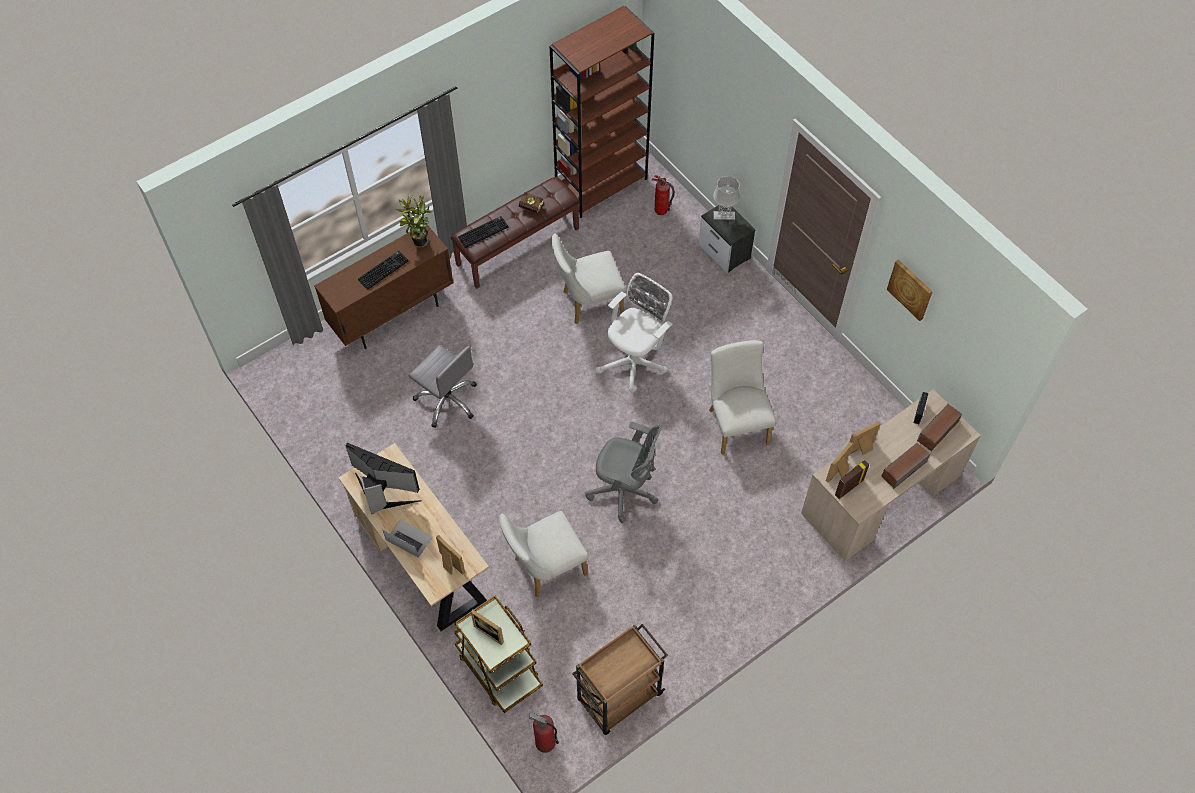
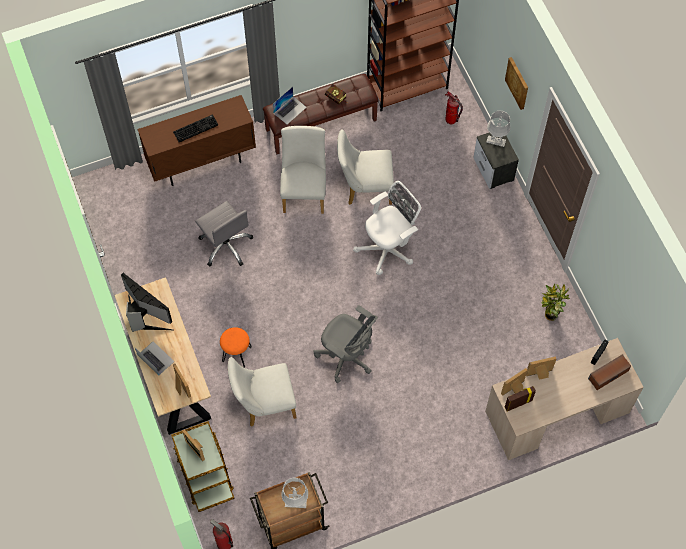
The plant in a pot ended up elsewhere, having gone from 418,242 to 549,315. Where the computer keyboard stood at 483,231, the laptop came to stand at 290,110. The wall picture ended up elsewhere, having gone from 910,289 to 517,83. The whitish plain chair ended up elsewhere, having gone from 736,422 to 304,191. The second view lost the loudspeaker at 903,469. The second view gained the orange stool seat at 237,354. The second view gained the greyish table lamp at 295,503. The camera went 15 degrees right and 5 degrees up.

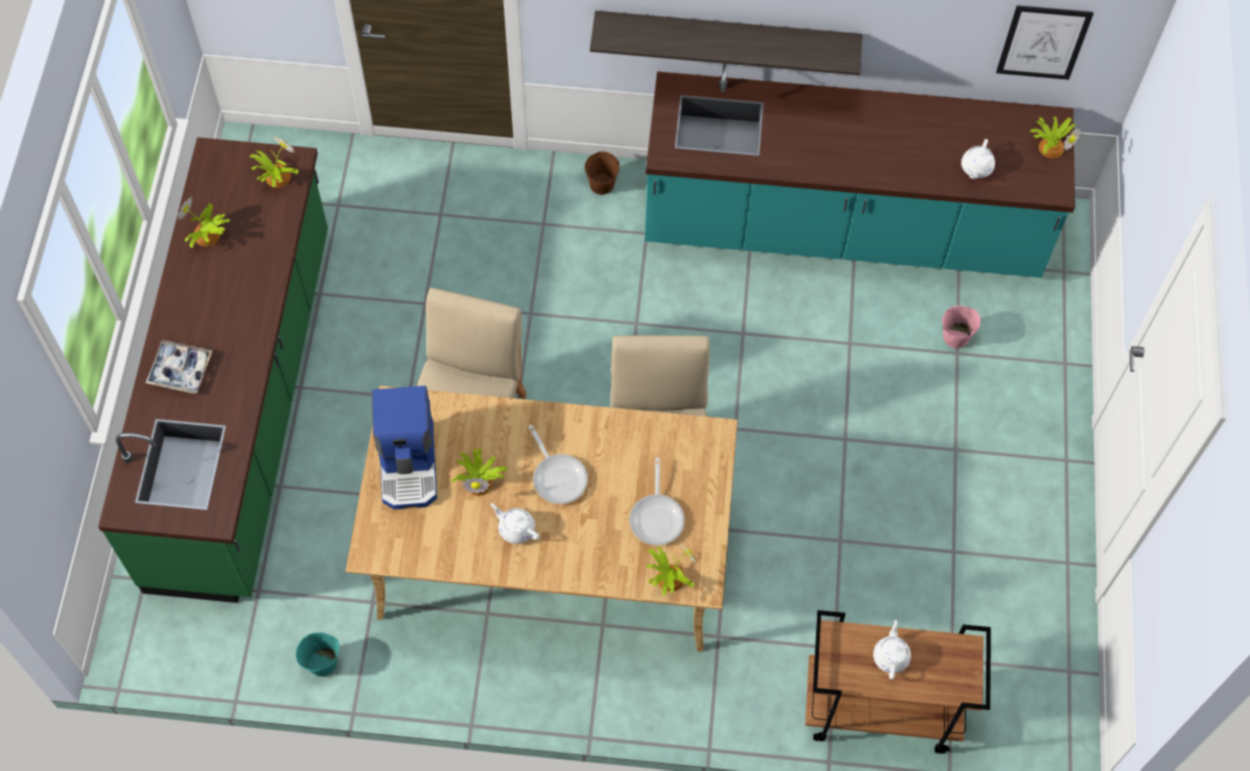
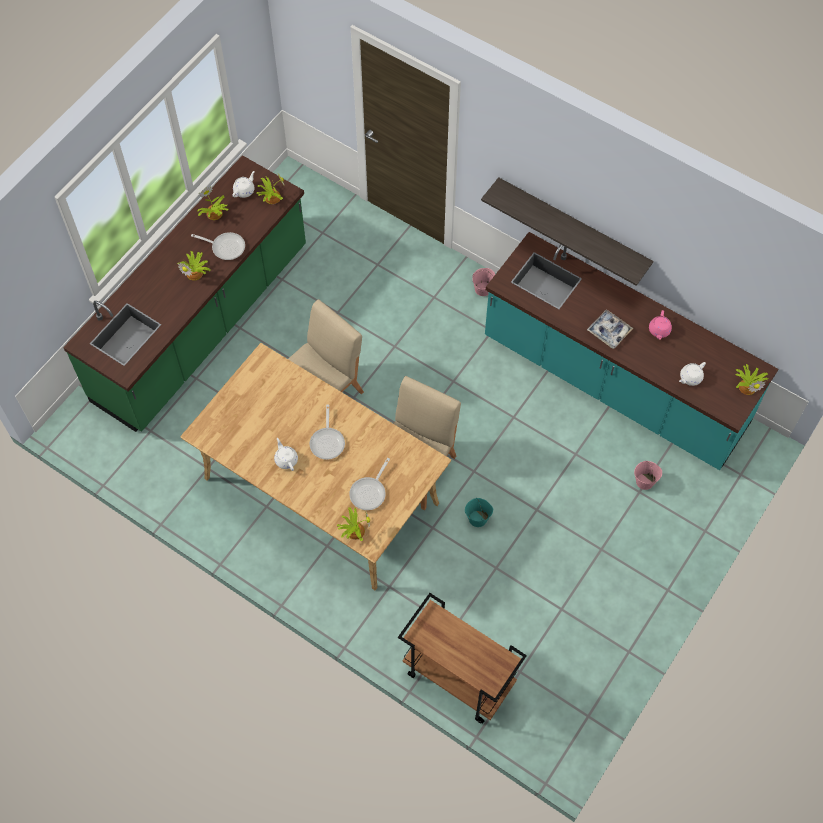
The second view lost the wall picture at 1043,42. What was the brown water bucket at 602,184 turned into the pinkish water bucket at 483,289. The carrying tray ended up elsewhere, having gone from 180,370 to 609,331. The second view lost the coffee brewer at 409,464. The plant in a pot ended up elsewhere, having gone from 479,481 to 195,272. The whitish teapot ended up elsewhere, having gone from 891,656 to 244,190. The turquoise-coloured water bucket ended up elsewhere, having gone from 322,662 to 478,518. The second view gained the skillet at 225,247. The second view gained the pinkish teapot at 659,330. The camera went 30 degrees right and 0 degrees up.

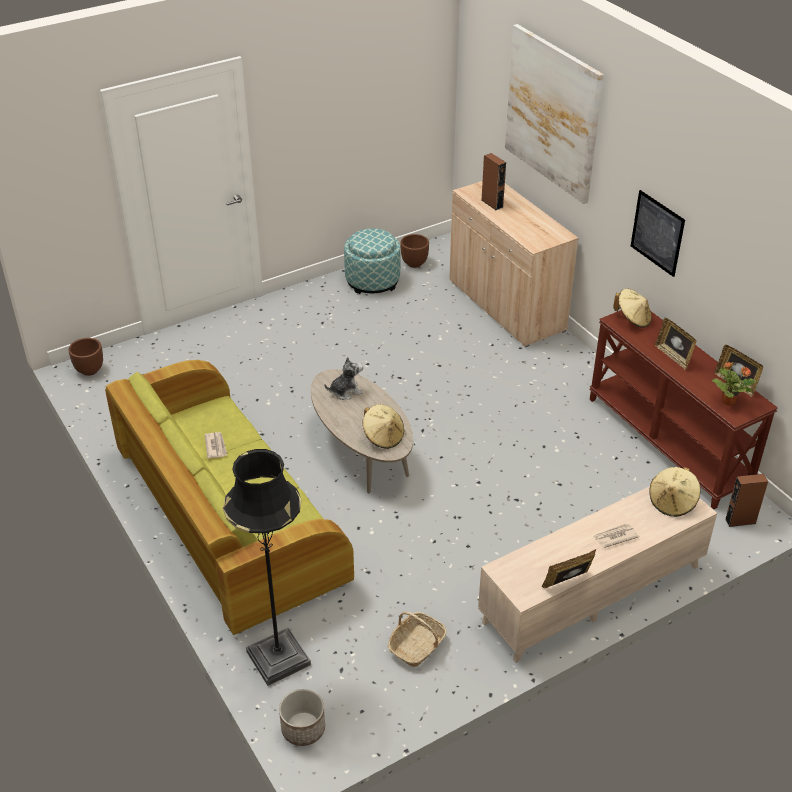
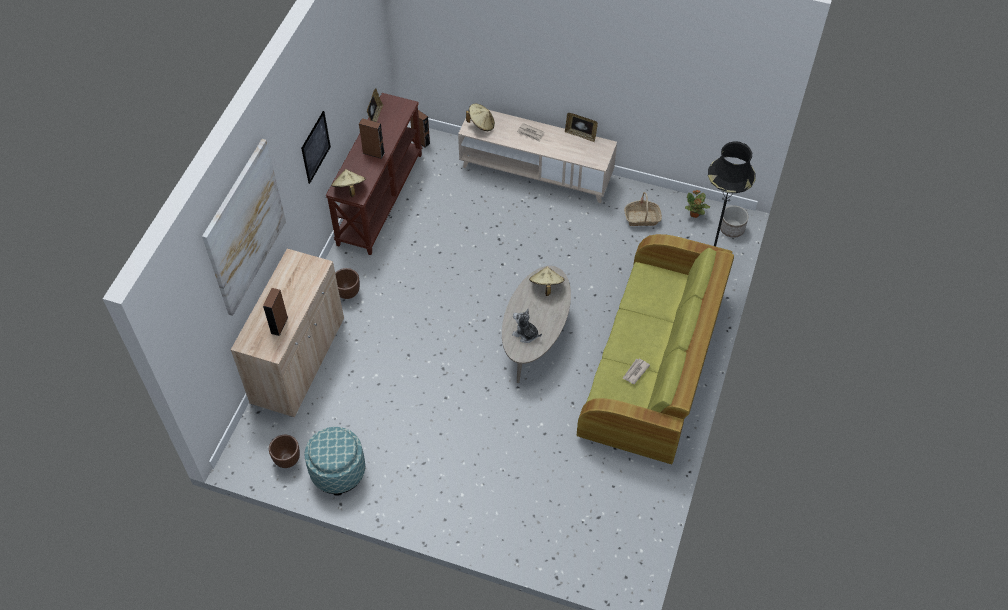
Where the standing frame stood at 673,356, the brown loudspeaker came to stand at 373,153. The brown planter ended up elsewhere, having gone from 89,370 to 348,293. The plant in a pot ended up elsewhere, having gone from 728,401 to 694,214. The camera went 130 degrees left and 15 degrees up.

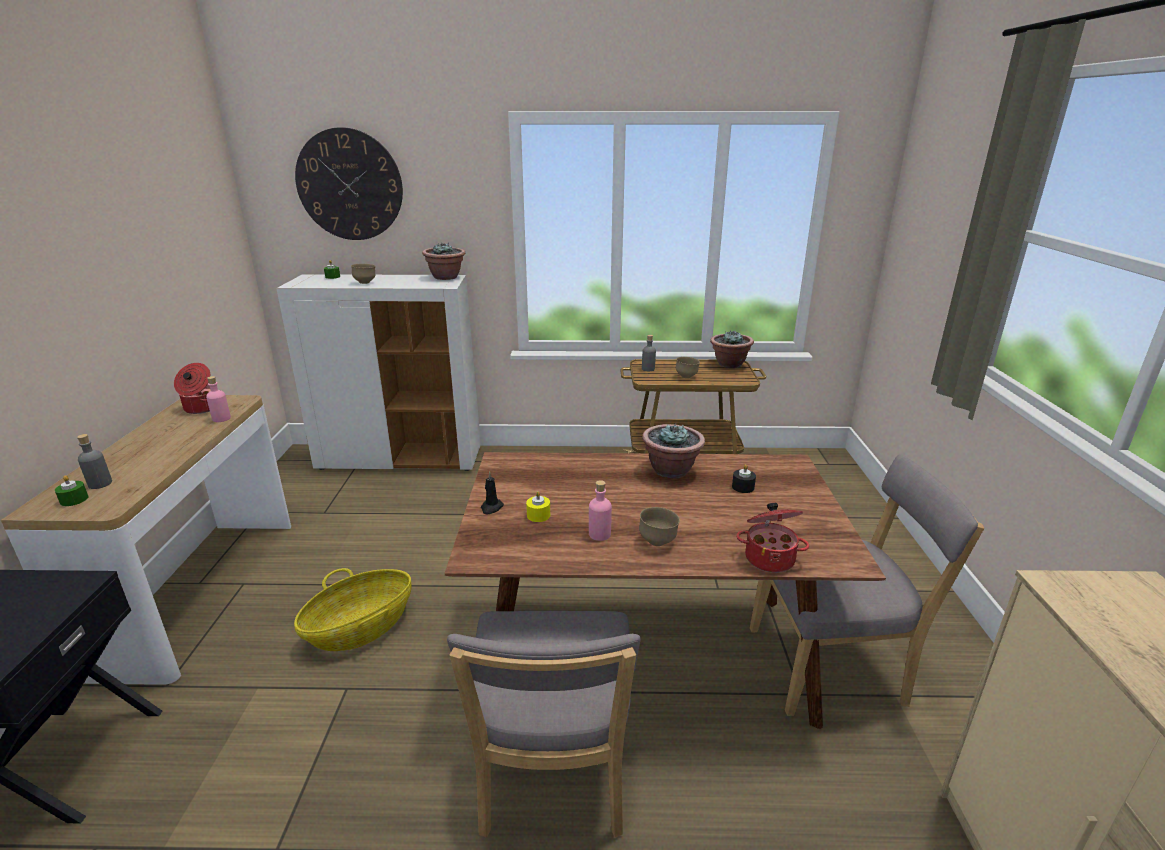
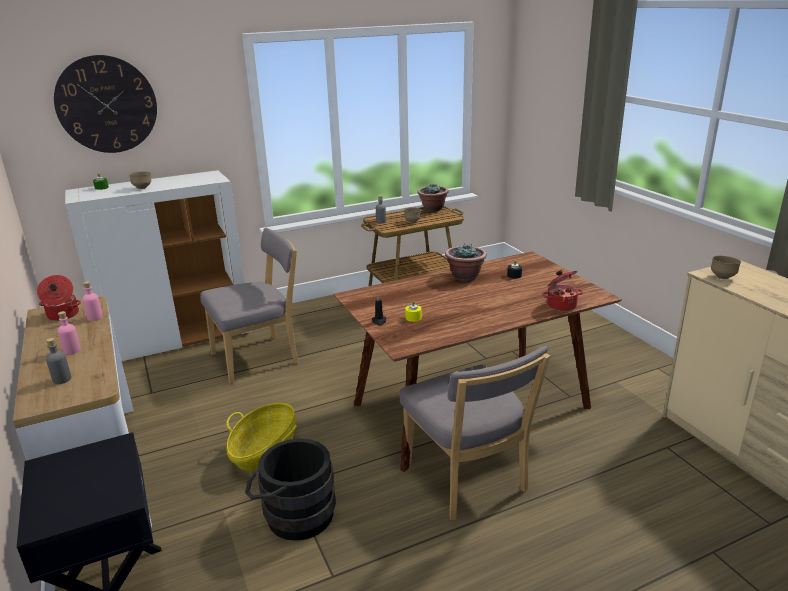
The second view lost the plant in a pot at 446,277. The greyish plain chair ended up elsewhere, having gone from 832,666 to 259,358. The second view lost the greenish wax candle at 74,500. The pinkish bottle ended up elsewhere, having gone from 599,534 to 72,350. The brown serving bowl ended up elsewhere, having gone from 658,542 to 722,277. The second view gained the black water bucket at 293,514. The camera went 25 degrees left and 0 degrees up.

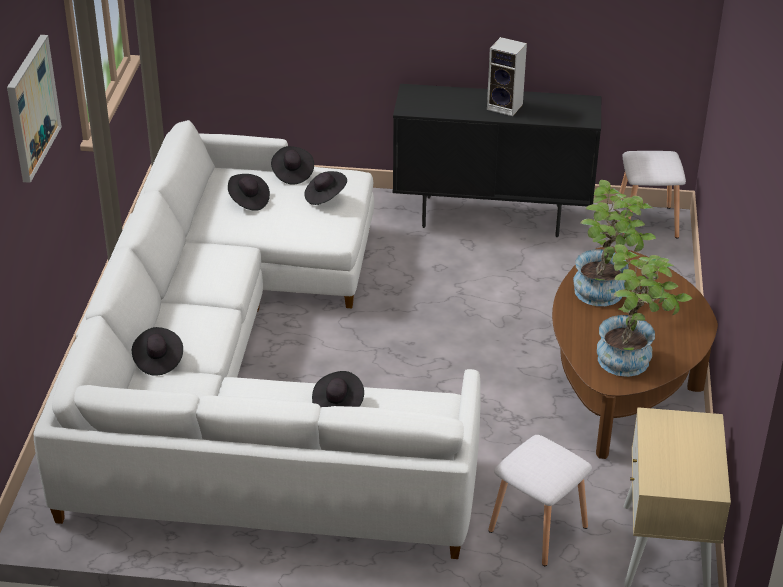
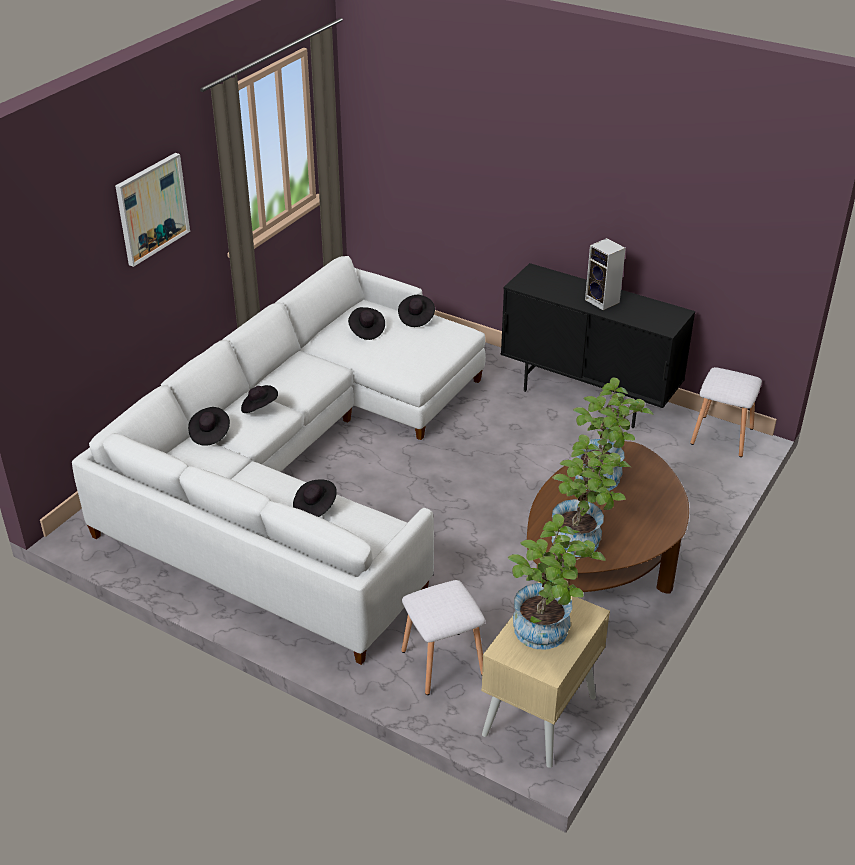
The black hat ended up elsewhere, having gone from 325,197 to 259,407. The second view gained the plant in a pot at 547,634. The camera went 25 degrees right and 0 degrees up.

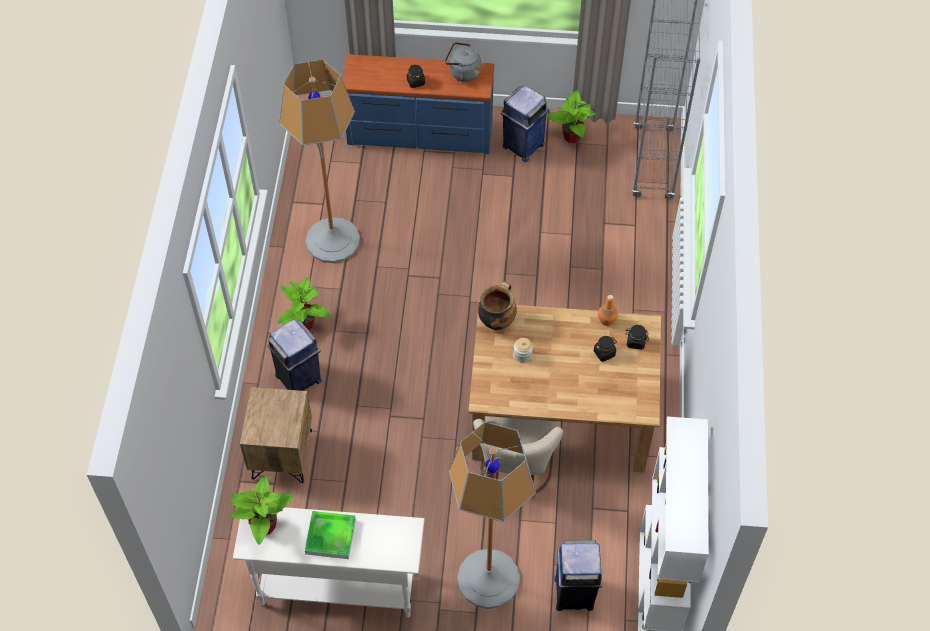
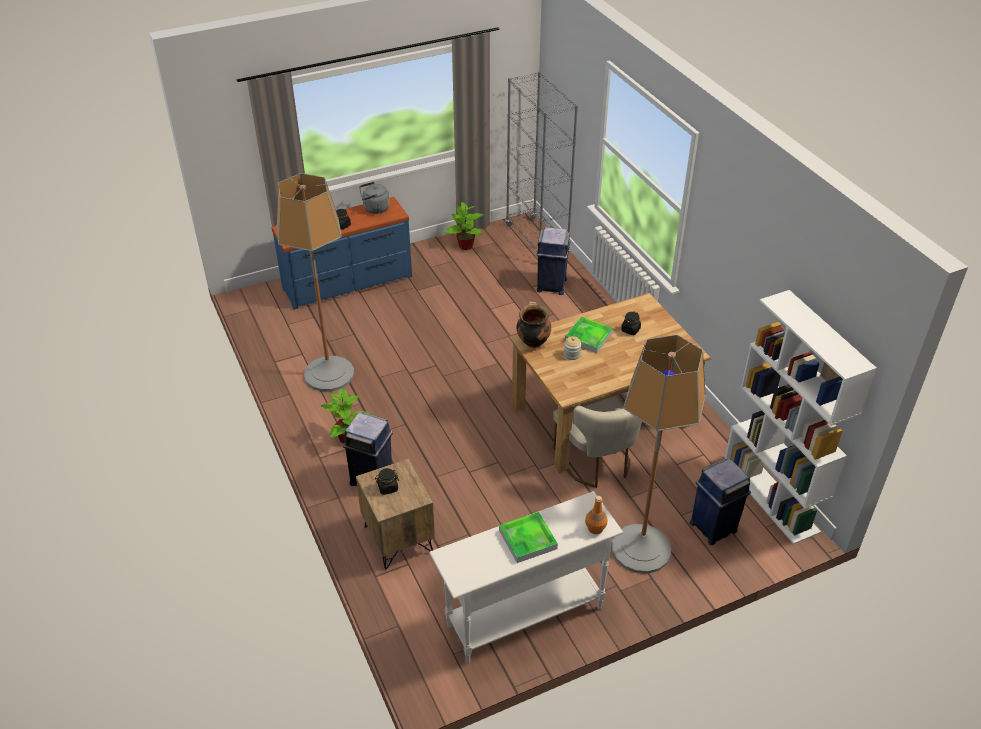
The blue waste bin ended up elsewhere, having gone from 522,146 to 551,286. The orange bottle ended up elsewhere, having gone from 607,320 to 595,528. The black storage jar ended up elsewhere, having gone from 635,342 to 387,488. The second view lost the plant in a pot at 264,526. The second view gained the carrying tray at 588,337. The camera went 30 degrees left and 15 degrees down.

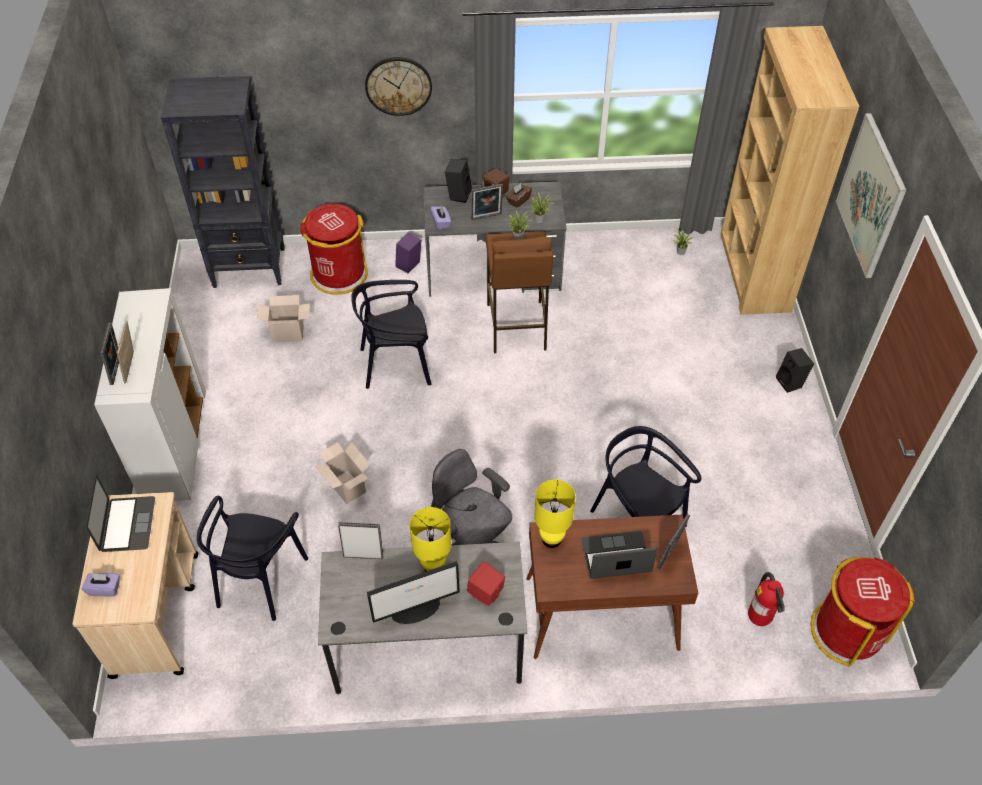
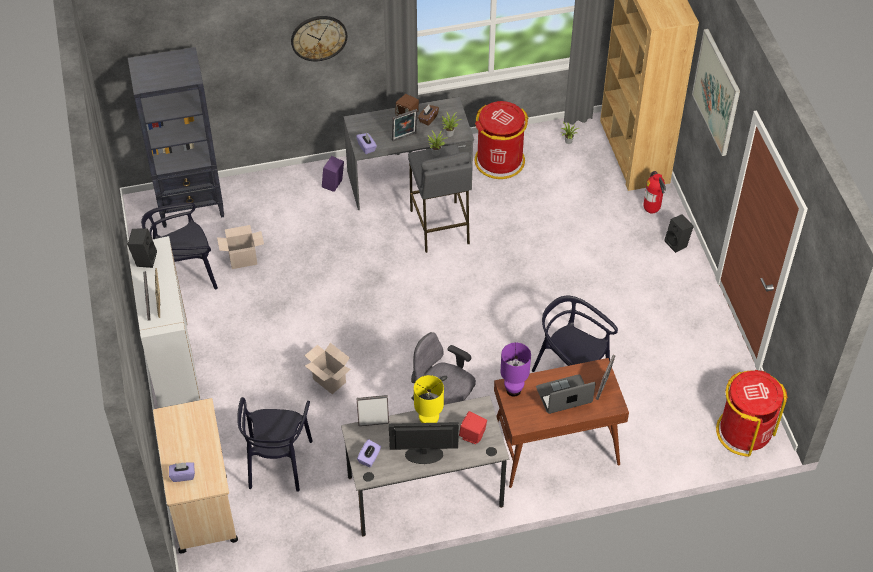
The black loudspeaker ended up elsewhere, having gone from 458,194 to 144,259. The red-coloured waste bin ended up elsewhere, having gone from 338,274 to 499,161. What was the brown stool seat at 516,327 turned into the greyish stool seat at 440,227. The black plain chair ended up elsewhere, having gone from 396,364 to 185,275. The second view lost the laptop at 127,524. What was the yellow-coloured table lamp at 552,539 turned into the purplish table lamp at 514,390. The computer screen at 416,608 ended up facing another way, 150 degrees counterclockwise from before. The fire extinguisher ended up elsewhere, having gone from 759,619 to 652,210. The second view gained the purplish tissue holder at 369,458. The camera went 10 degrees left and 0 degrees up.

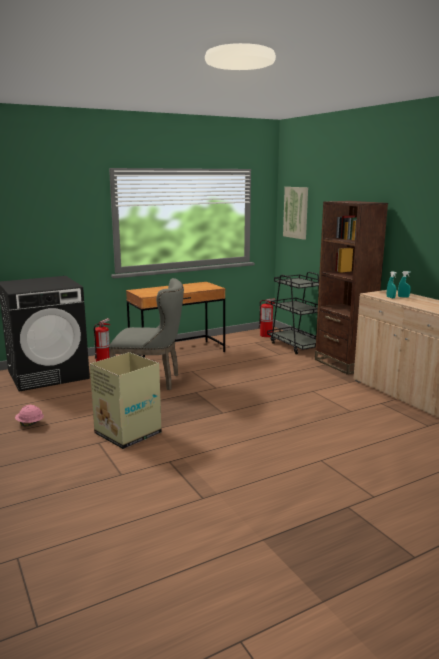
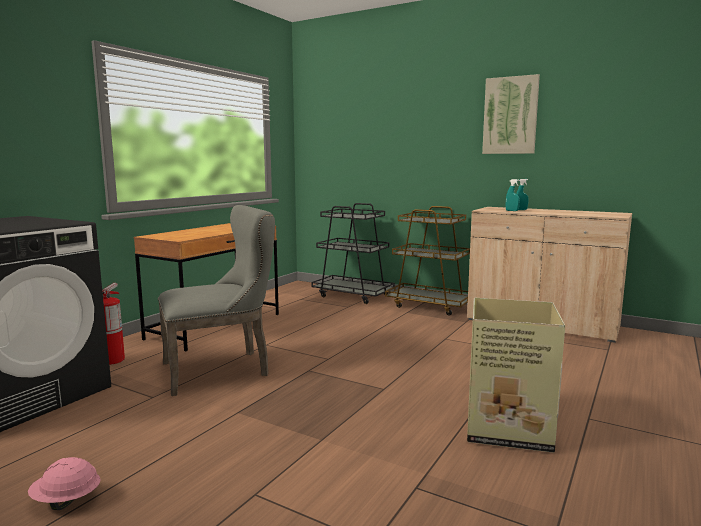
The wall picture ended up elsewhere, having gone from 296,212 to 510,115. Where the brown bookcase stood at 343,364, the brown trolley came to stand at 429,305. The second view lost the fire extinguisher at 266,335. The carton ended up elsewhere, having gone from 127,433 to 505,428. The camera went 30 degrees left and 5 degrees down.

